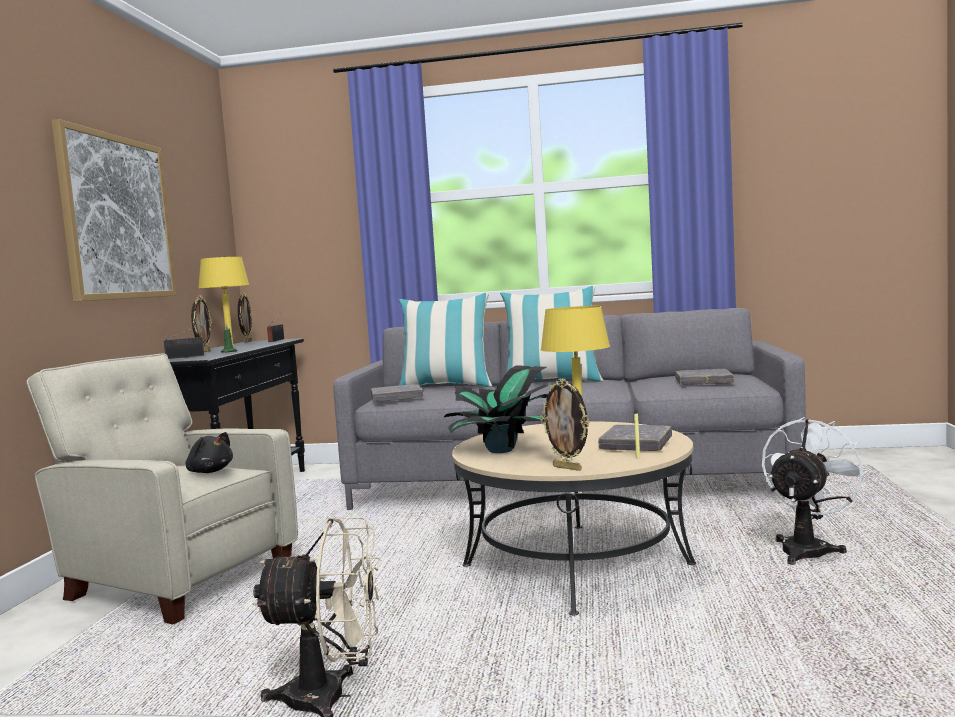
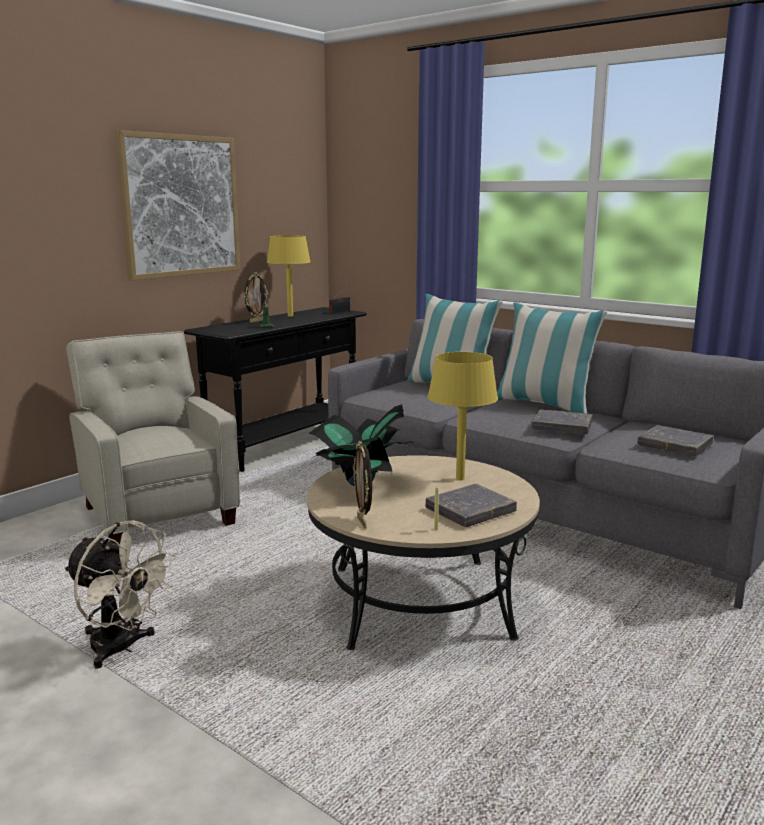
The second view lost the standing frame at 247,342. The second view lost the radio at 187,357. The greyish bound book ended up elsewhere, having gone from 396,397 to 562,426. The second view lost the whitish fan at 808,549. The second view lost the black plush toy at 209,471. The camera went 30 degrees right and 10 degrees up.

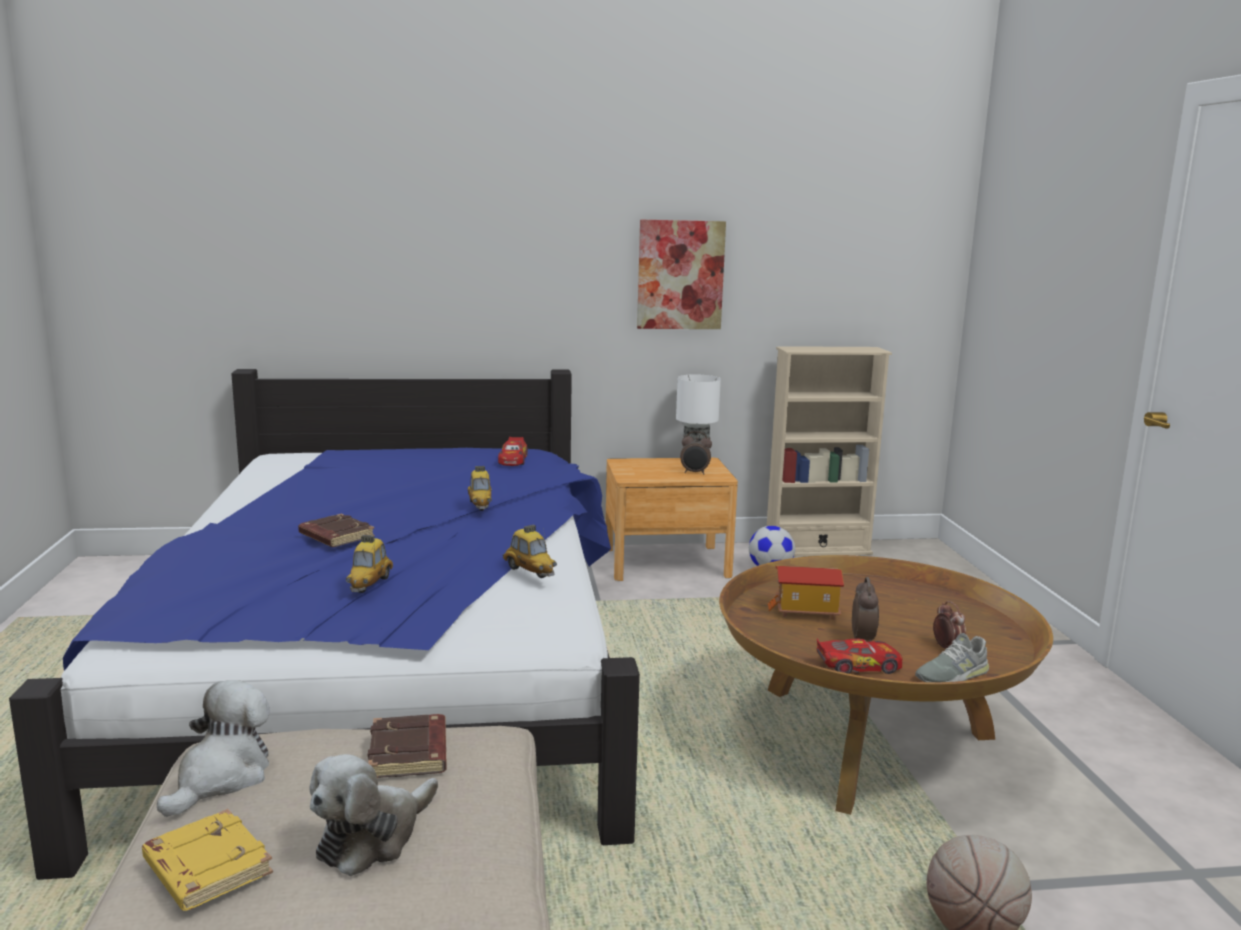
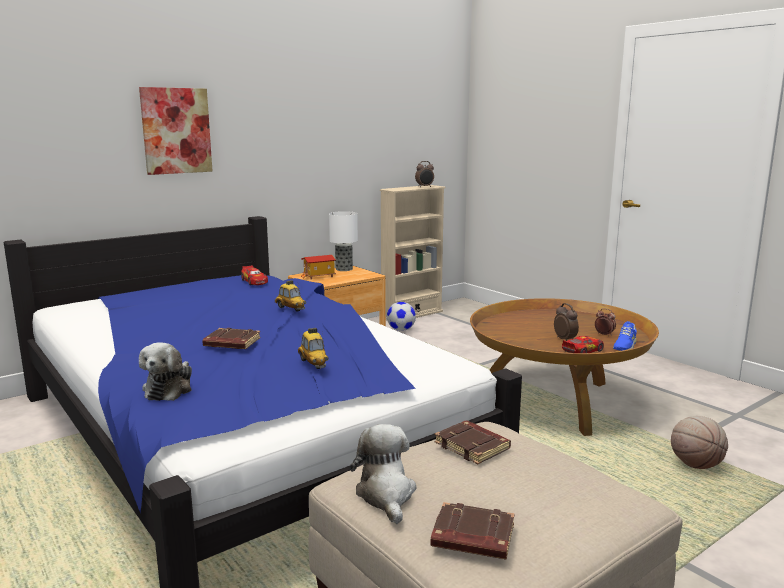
The wall picture ended up elsewhere, having gone from 680,275 to 176,131. The alarm clock ended up elsewhere, having gone from 695,473 to 424,187. The second view lost the model car at 530,571. The miniature house ended up elsewhere, having gone from 806,611 to 319,276. What was the greyish shoe at 952,675 turned into the blue shoe at 624,345. The plush toy ended up elsewhere, having gone from 372,837 to 169,389. What was the yellow-coloured bound book at 205,868 turned into the brown bound book at 471,538. The camera went 30 degrees left and 0 degrees up.

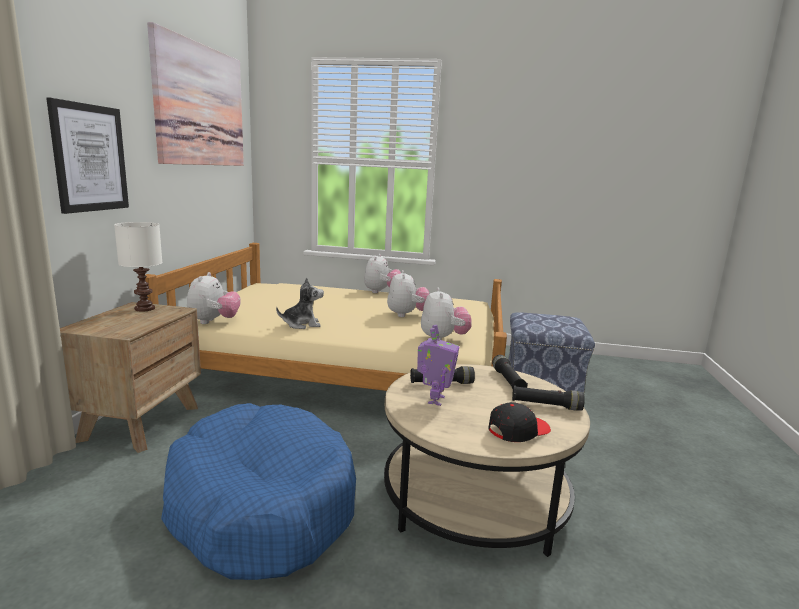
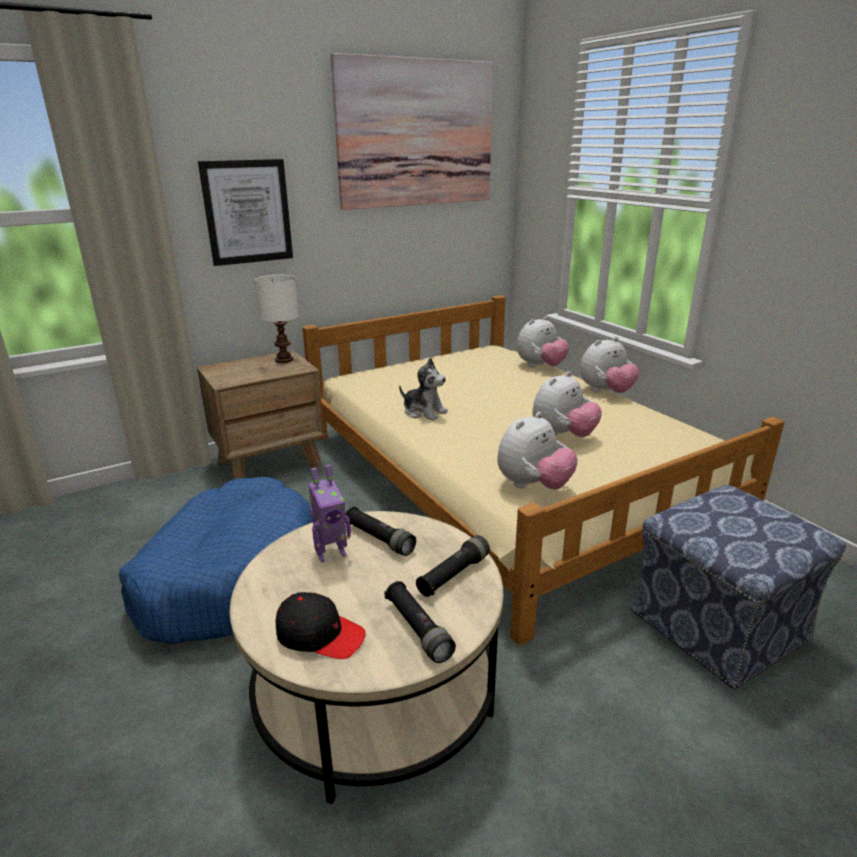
The plush toy ended up elsewhere, having gone from 213,322 to 540,366. The camera went 50 degrees right and 10 degrees up.

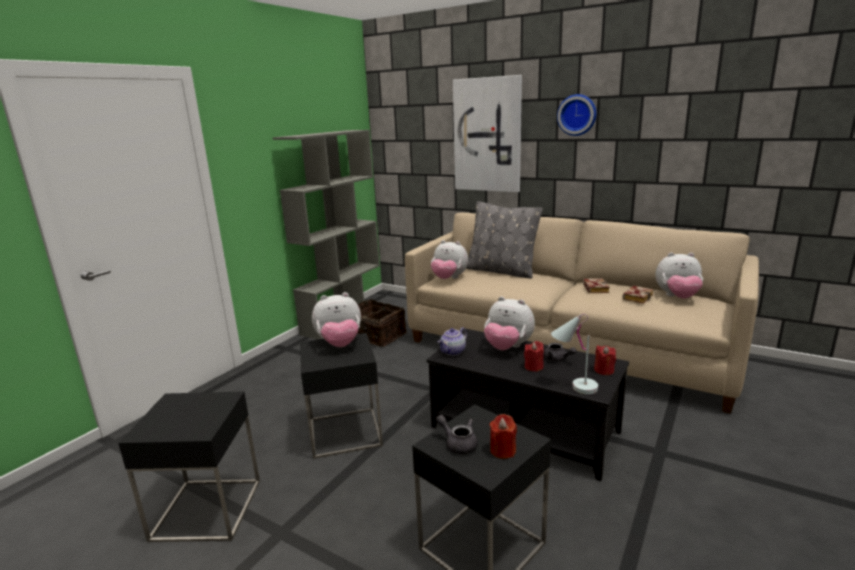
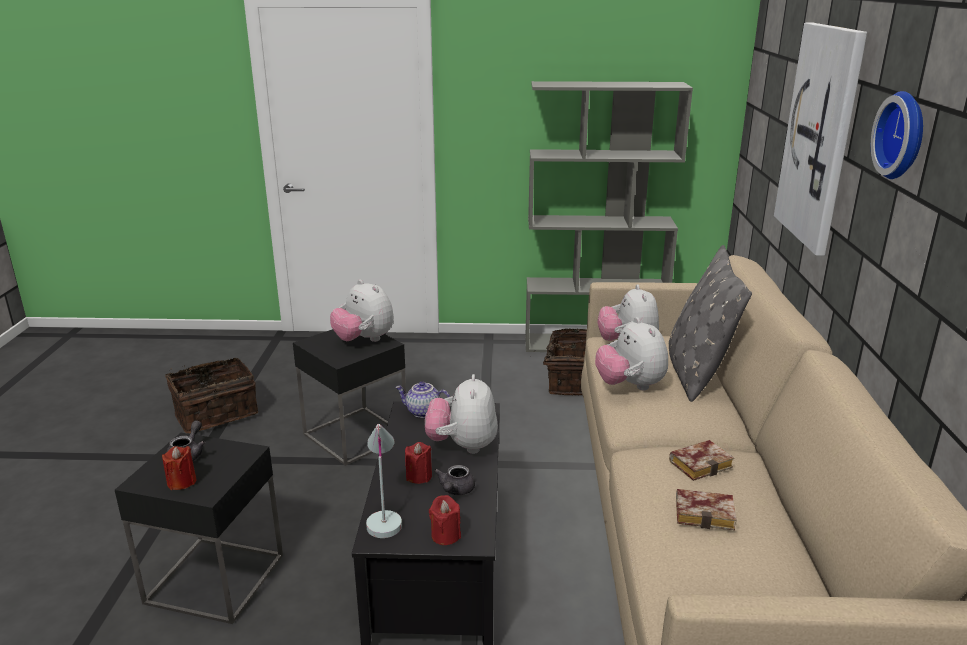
The plush toy ended up elsewhere, having gone from 677,297 to 630,386. Where the black accent table stood at 207,509, the basket came to stand at 215,413. The camera went 60 degrees right and 5 degrees up.

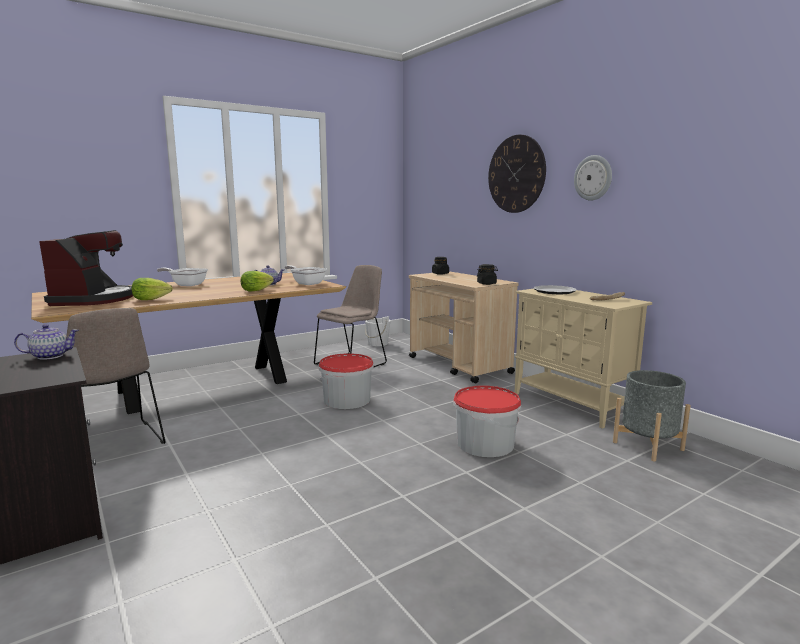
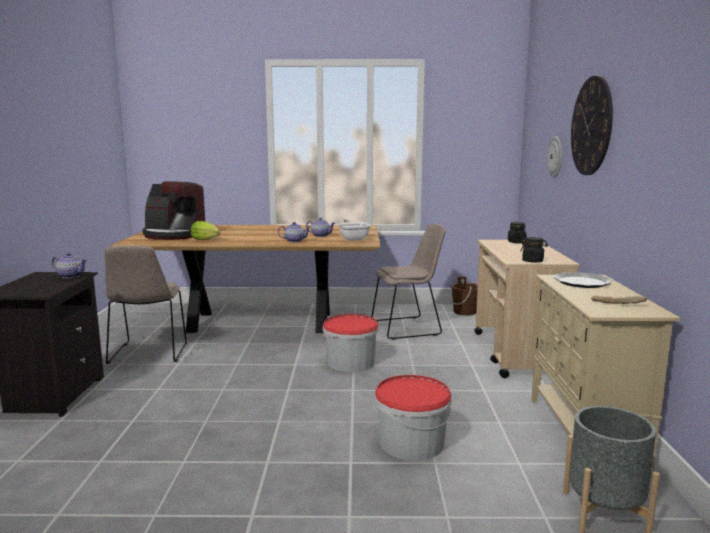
The hanging clock ended up elsewhere, having gone from 593,178 to 556,157. The coffee brewer at 94,299 ended up facing another way, 75 degrees clockwise from before. The second view lost the skillet at 186,285. Where the head of lettuce stood at 256,290, the teapot came to stand at 294,241. What was the whitish water bucket at 378,343 turned into the brown water bucket at 464,312. The camera went 35 degrees right and 0 degrees up.

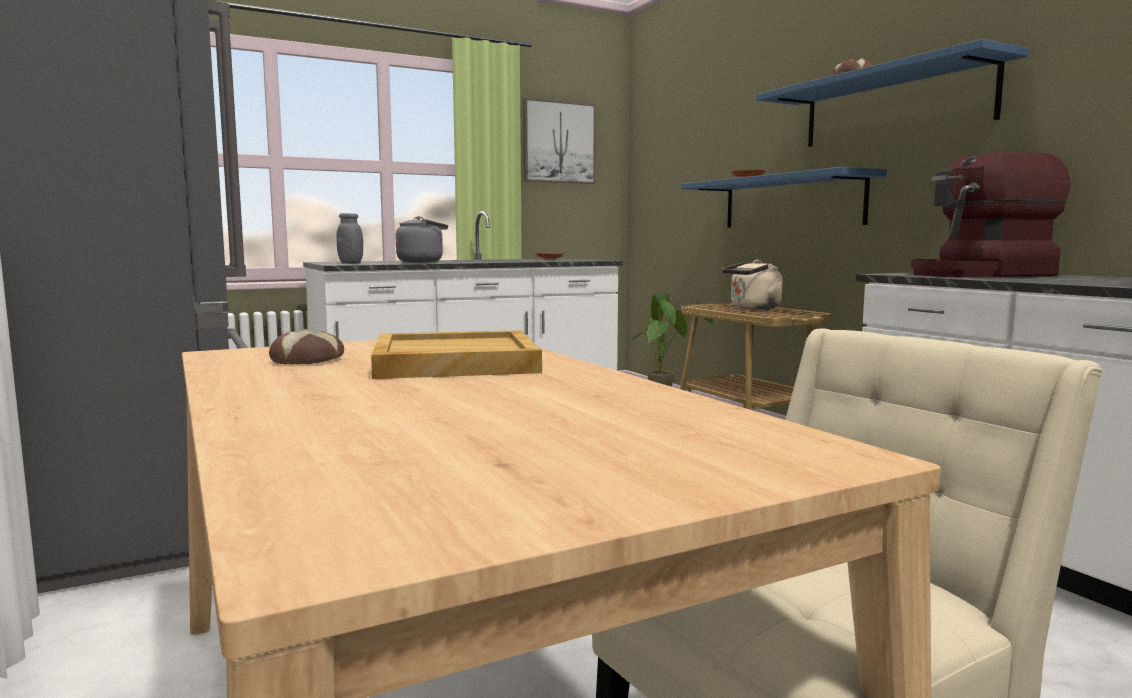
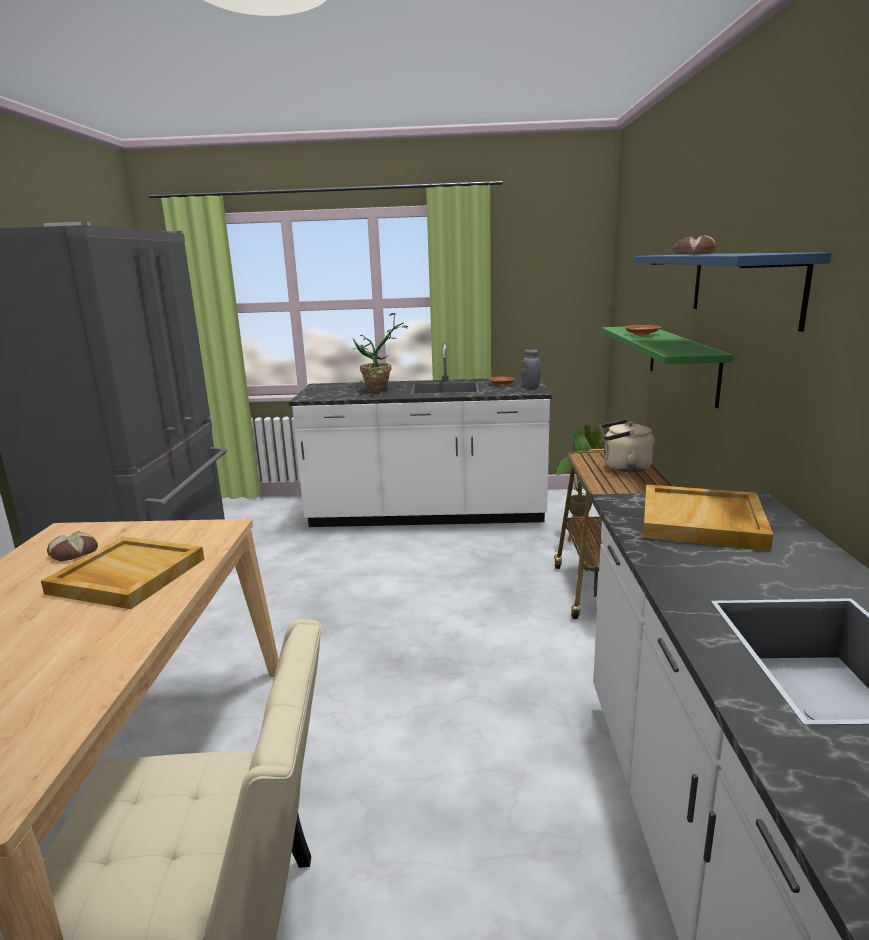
The second view lost the wall picture at 559,142. Where the coffee brewer stood at 980,274, the beige-coloured carrying tray came to stand at 702,521. What was the blue bracket shelf at 791,202 turned into the greenish bracket shelf at 682,362. The greyish storage jar ended up elsewhere, having gone from 350,263 to 531,387. Where the greyish kettle stood at 423,262, the plant in a pot came to stand at 381,390. The camera went 30 degrees right and 10 degrees up.

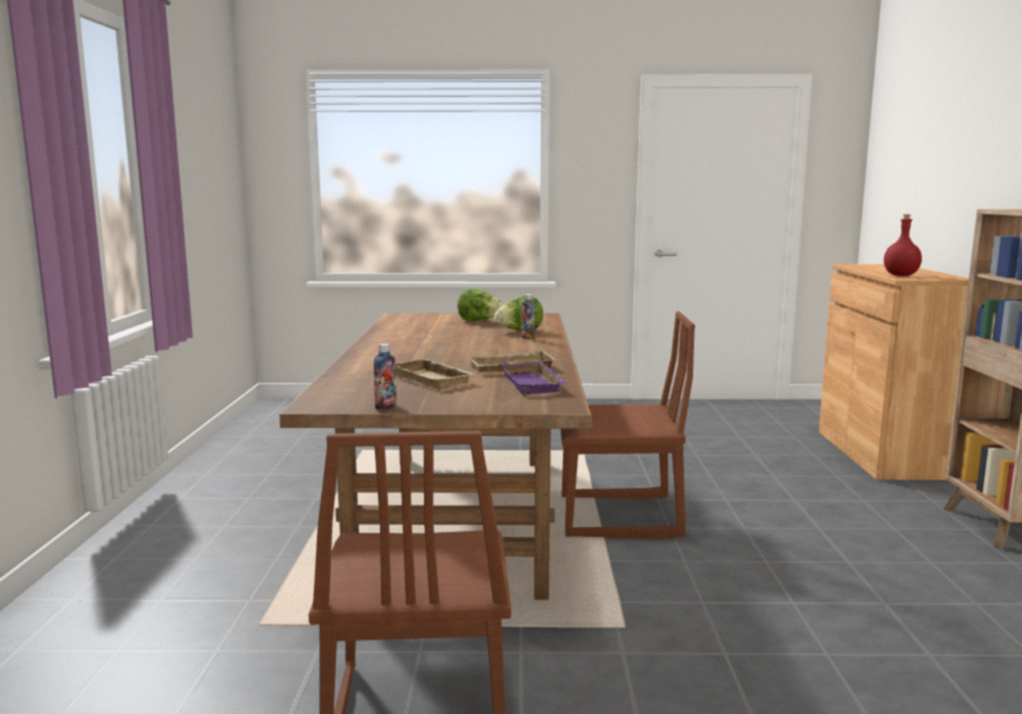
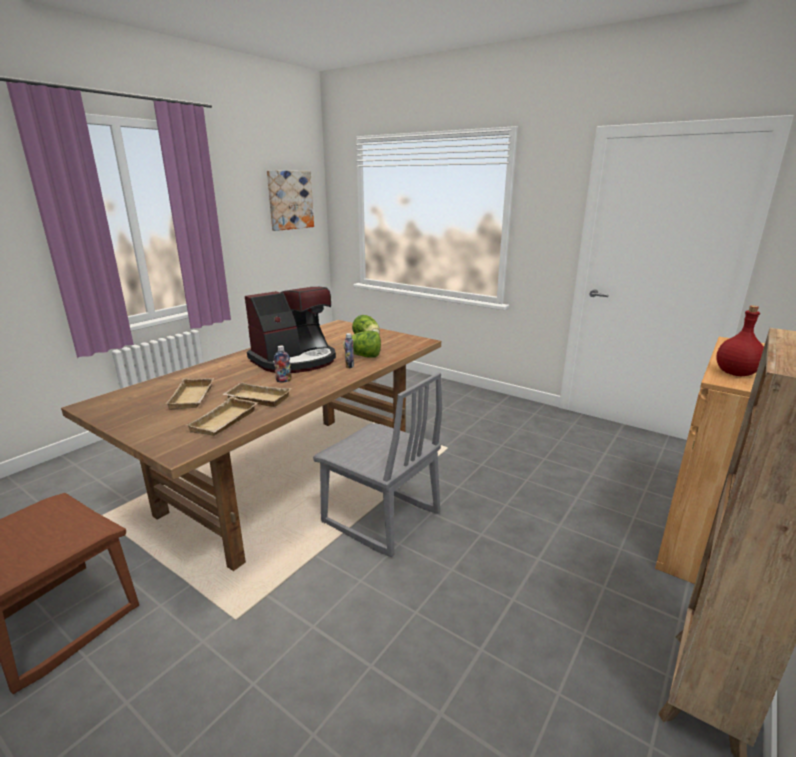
What was the brown plain chair at 619,517 turned into the greyish plain chair at 380,519. The bottle ended up elsewhere, having gone from 386,407 to 283,381. What was the purplish carrying tray at 535,384 turned into the beige-coloured carrying tray at 225,422. The second view gained the wall picture at 290,200. The second view gained the coffee brewer at 295,360. The camera went 35 degrees right and 10 degrees up.

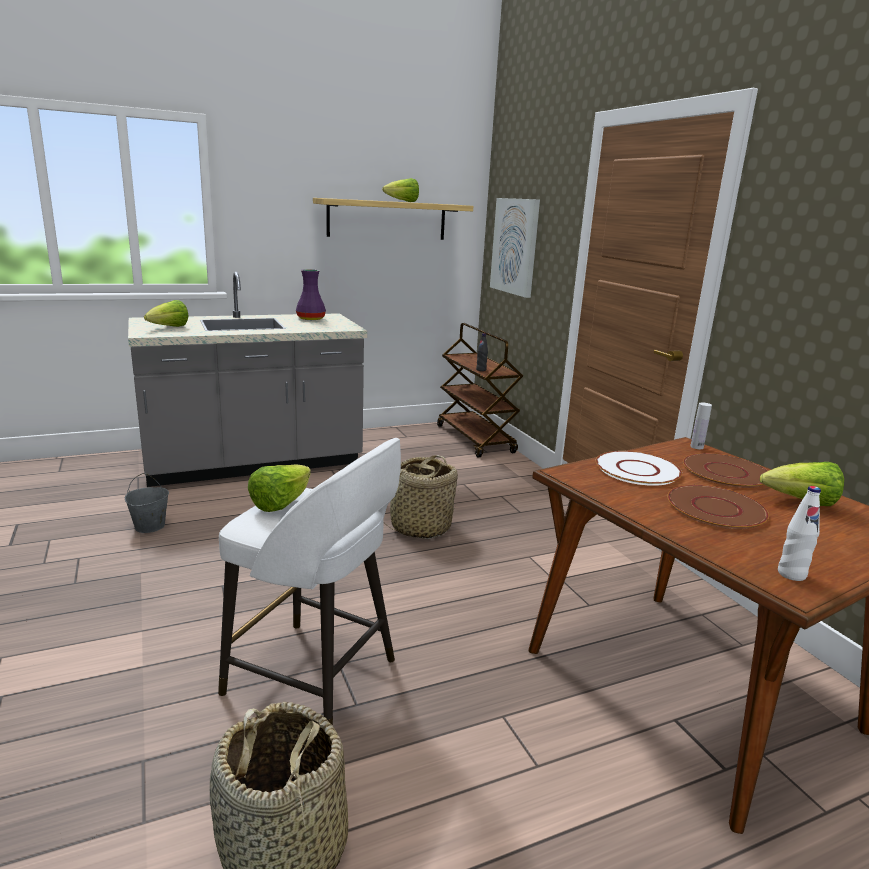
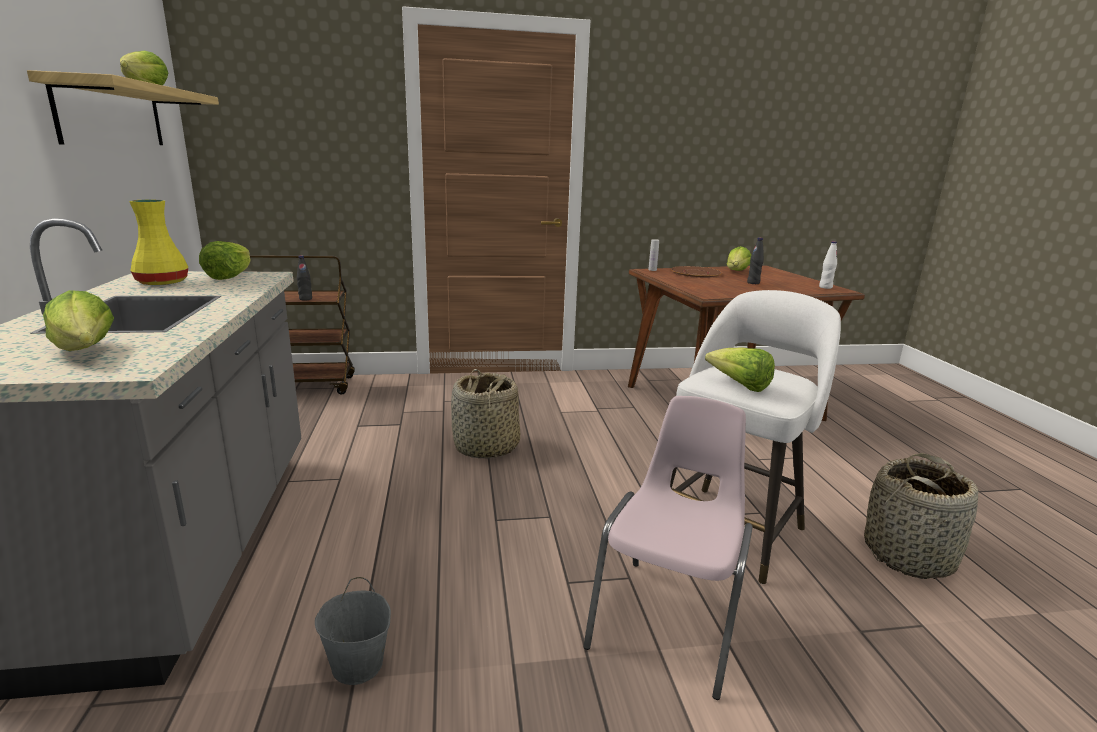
The second view lost the wall picture at 515,246. What was the purplish vase at 311,319 turned into the yellow-coloured vase at 164,282. The second view lost the whitish dinner plate at 637,470. Where the brown dinner plate stood at 716,509, the black bottle came to stand at 753,283. The second view gained the head of lettuce at 230,276. The second view gained the pinkish plain chair at 670,620. The camera went 75 degrees left and 0 degrees up.

